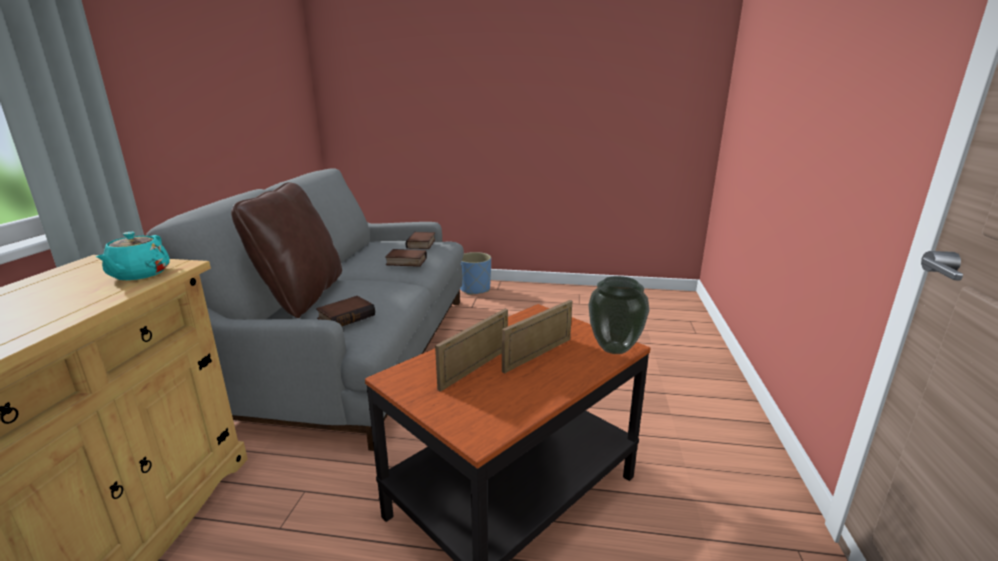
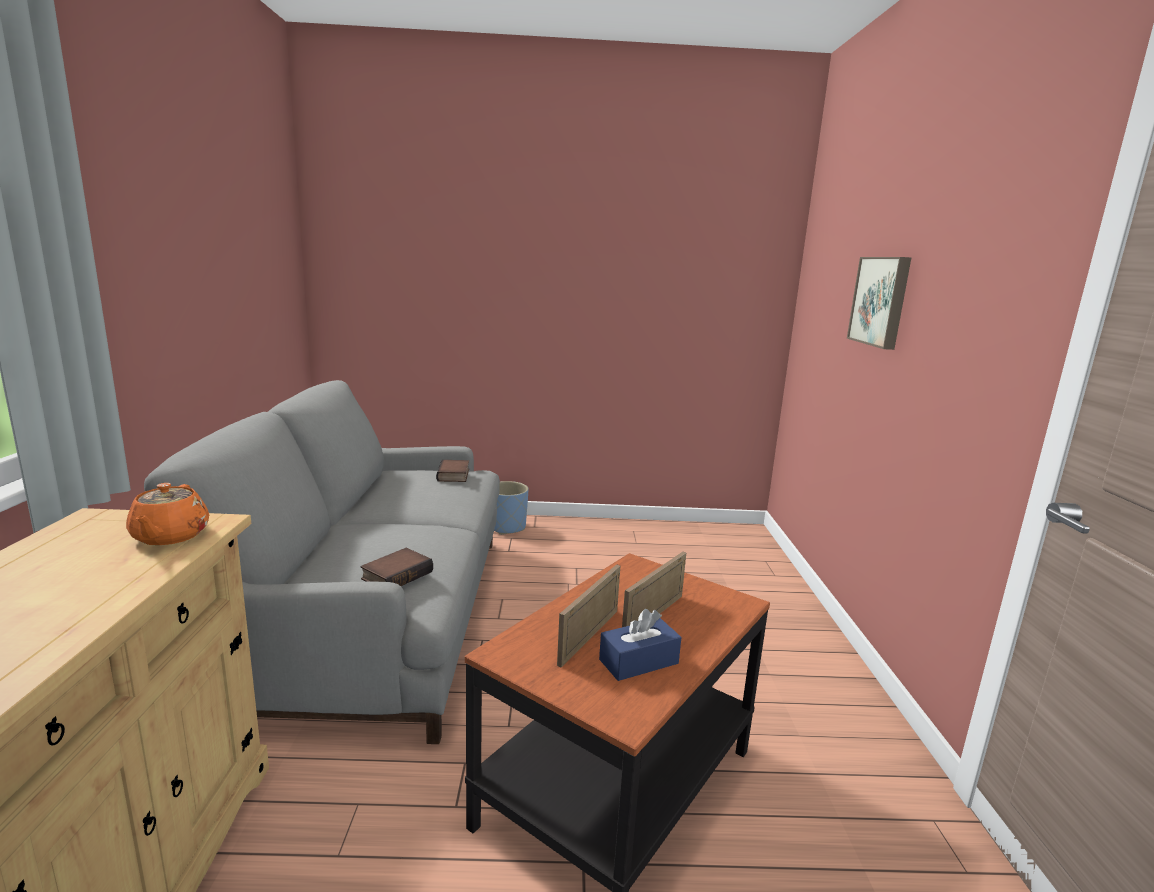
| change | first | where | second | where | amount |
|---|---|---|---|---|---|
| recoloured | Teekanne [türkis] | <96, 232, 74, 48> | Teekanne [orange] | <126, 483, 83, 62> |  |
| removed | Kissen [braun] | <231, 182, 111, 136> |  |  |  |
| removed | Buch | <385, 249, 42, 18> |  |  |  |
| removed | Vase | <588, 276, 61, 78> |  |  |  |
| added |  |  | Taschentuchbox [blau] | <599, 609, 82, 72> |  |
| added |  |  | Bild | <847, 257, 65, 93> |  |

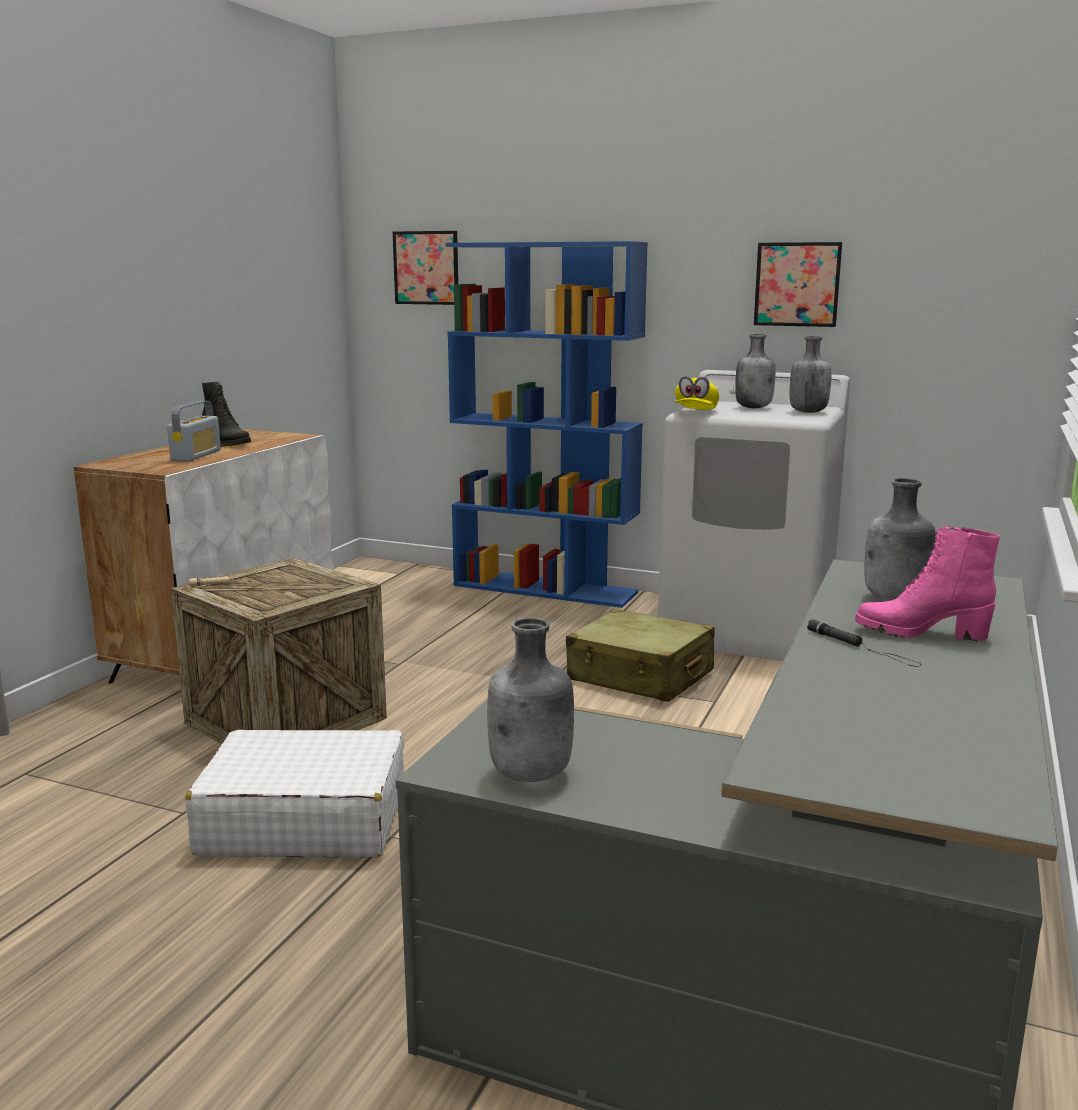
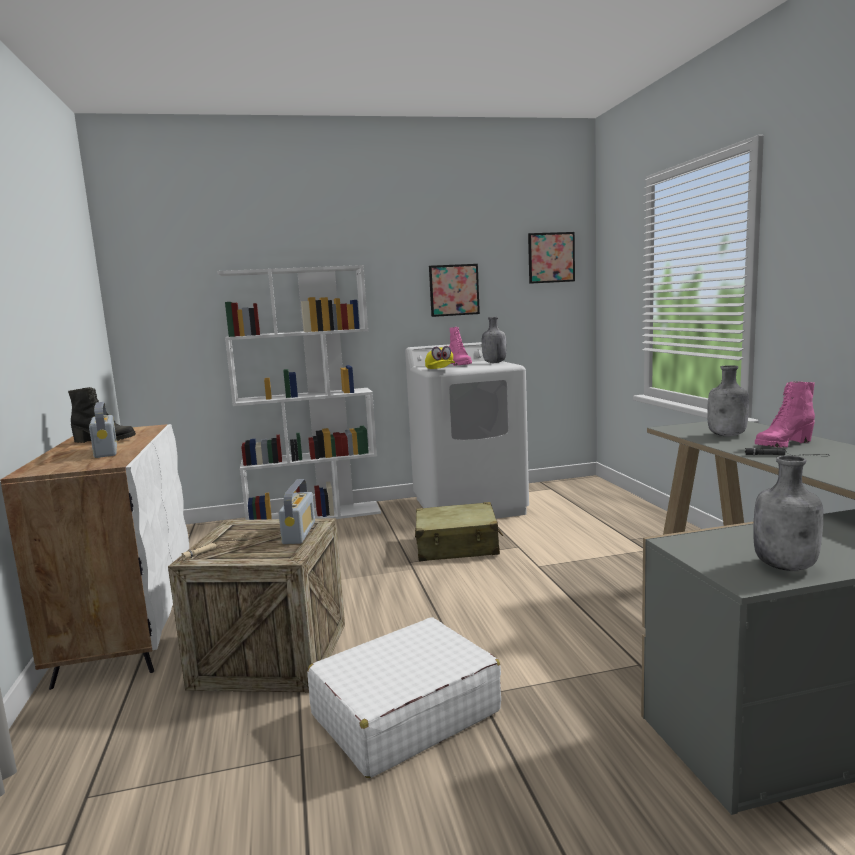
| change | first | where | second | where | amount |
|---|---|---|---|---|---|
| moved | Bild | <393, 231, 65, 74> |  | <528, 232, 47, 52> |  |
| recoloured | Bücherregal [blau] | <445, 241, 203, 367> | Bücherregal [weiß] | <217, 265, 164, 255> |  |
| replaced | Flasche [grau] | <735, 334, 40, 74> | Stiefel [rosa] | <449, 327, 23, 39> |  |
| added |  |  | Radio | <279, 479, 36, 65> |  |

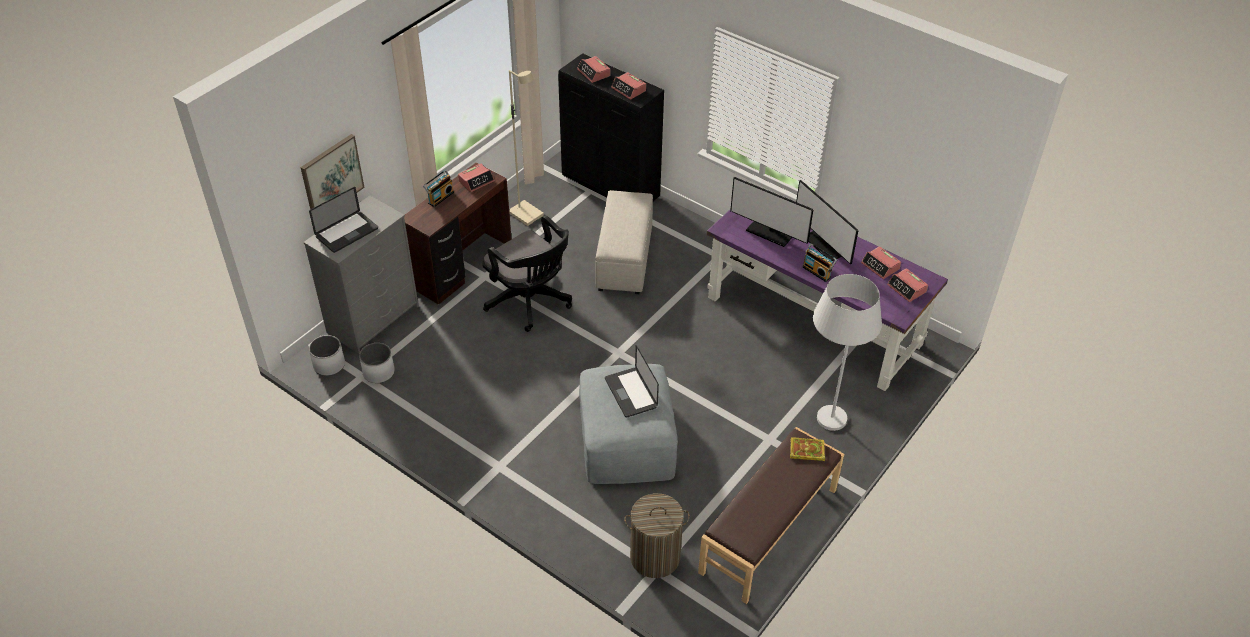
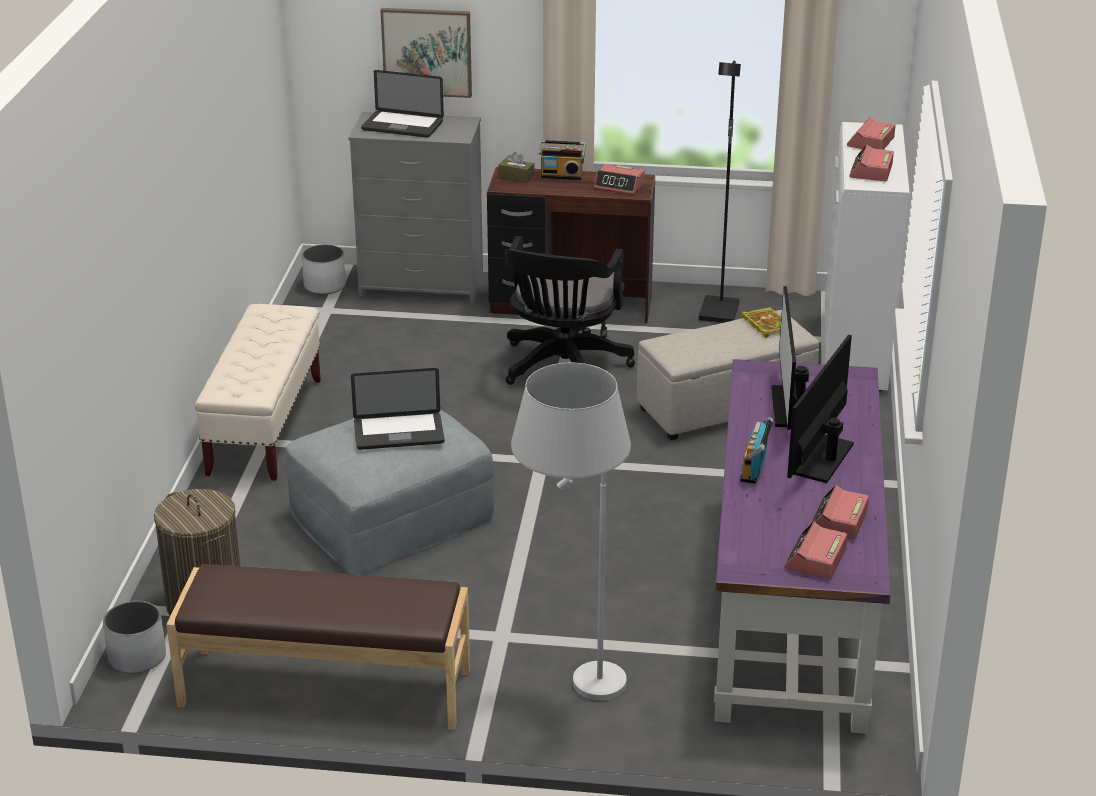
| change | first | where | second | where | amount |
|---|---|---|---|---|---|
| moved | Pflanzkübel [weiß] | <359, 343, 36, 40> |  | <103, 601, 63, 72> |  |
| recoloured | Stehlampe [beige] | <509, 70, 35, 156> | Stehlampe [schwarz] | <699, 60, 42, 263> |  |
| recoloured | Schrank [schwarz] | <558, 53, 106, 148> | Schrank [weiß] | <825, 122, 85, 269> |  |
| turned | Laptop | <605, 345, 54, 73> |  | <351, 368, 94, 82> | 135 degrees counterclockwise |
| moved | Buch | <790, 437, 35, 25> |  | <741, 307, 40, 31> |  |
| added |  |  | Bank [beige] | <194, 304, 127, 177> |  |
| added |  |  | Taschentuchbox [braun] | <498, 152, 36, 30> |  |

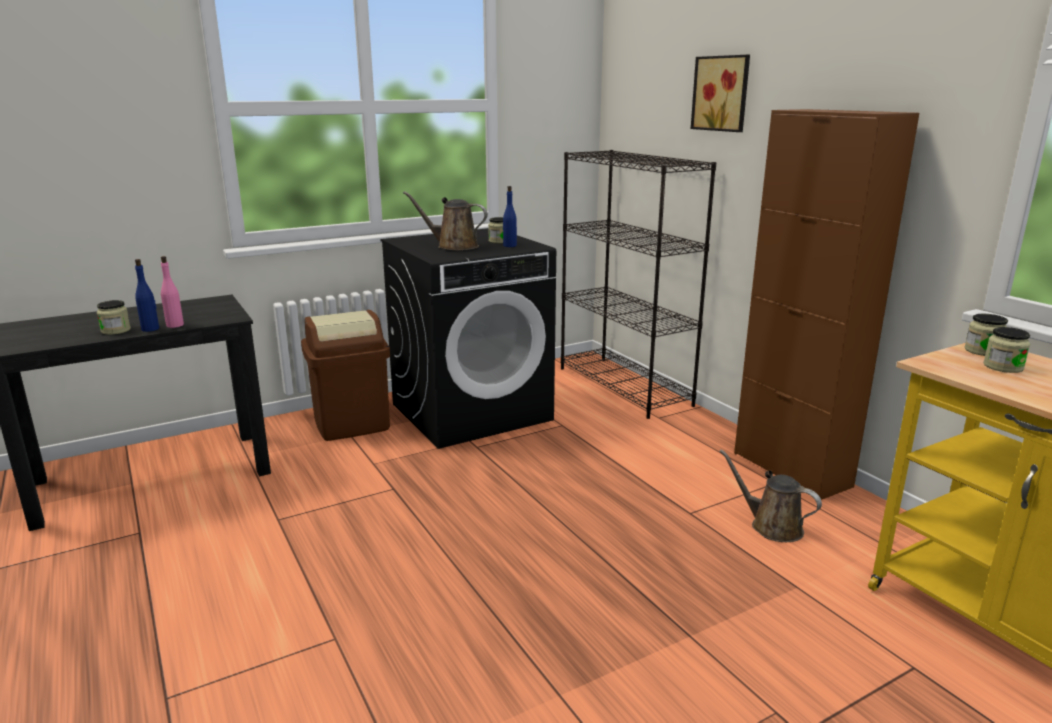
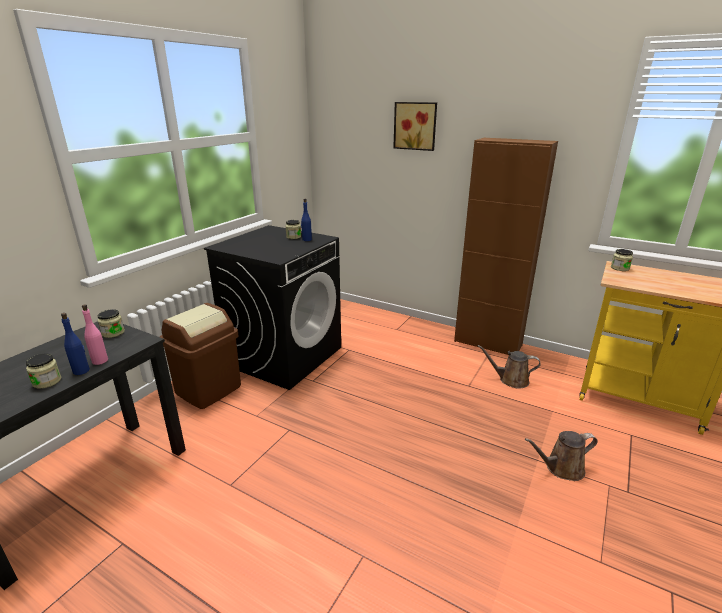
| change | first | where | second | where | amount |
|---|---|---|---|---|---|
| moved | Gießkanne [braun] | <403, 191, 85, 59> |  | <525, 431, 72, 50> |  |
| removed | Bücherregal [schwarz] | <561, 150, 155, 269> |  |  |  |
| moved | Vorratsglas | <983, 327, 47, 46> |  | <98, 309, 27, 29> |  |

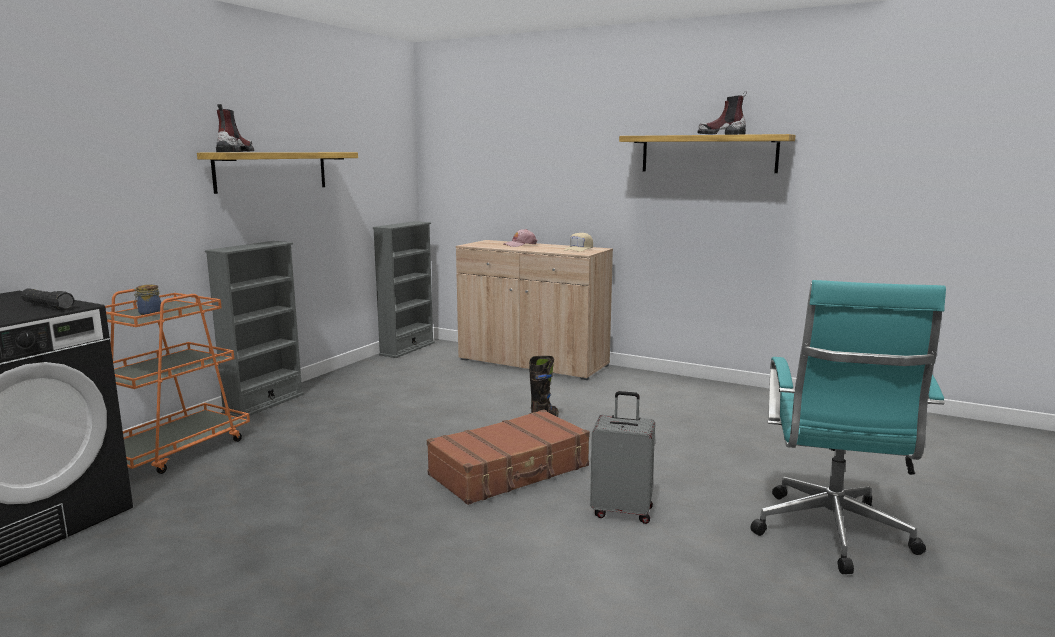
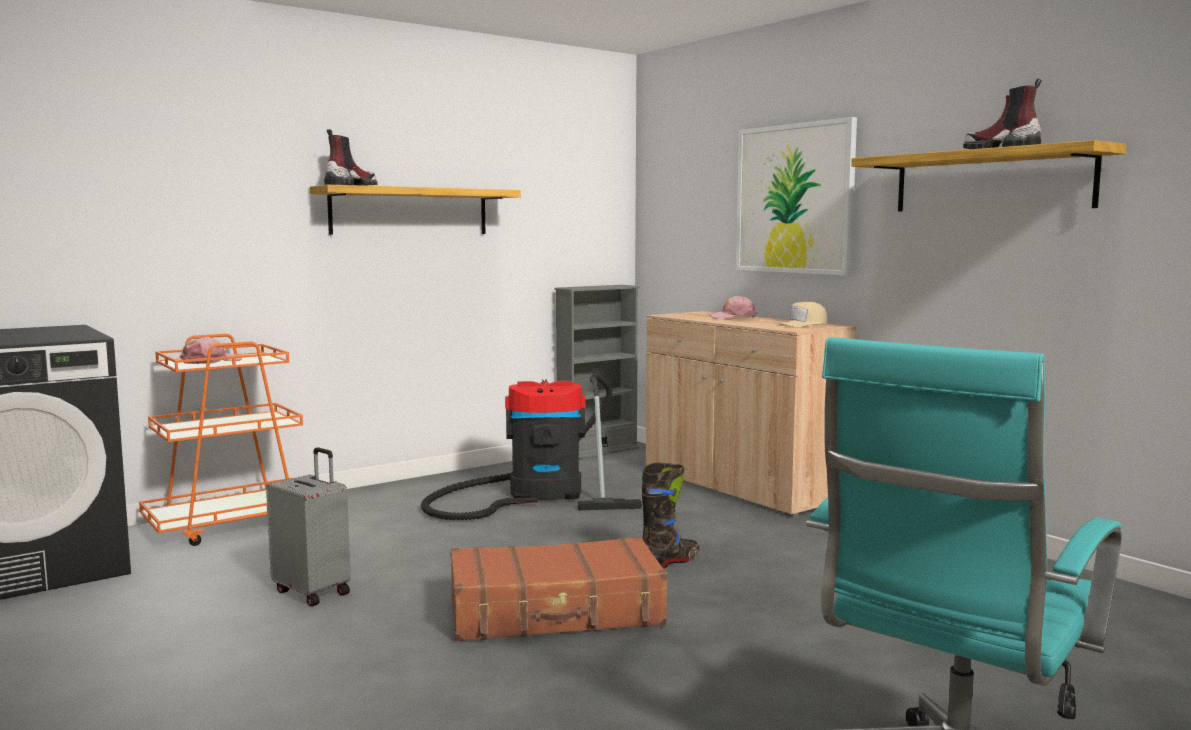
| change | first | where | second | where | amount |
|---|---|---|---|---|---|
| removed | Taschenlampe [schwarz] | <21, 288, 54, 22> |  |  |  |
| replaced | Vorratsglas | <134, 284, 27, 31> | Kappe [rosa] | <179, 337, 63, 27> |  |
| removed | Bücherregal [grau] | <205, 241, 99, 177> |  |  |  |
| moved | Koffer [grau] | <590, 391, 65, 133> |  | <266, 447, 85, 159> |  |
| added |  |  | Staubsauger | <421, 374, 221, 146> |  |
| added |  |  | Bild | <736, 117, 121, 158> |  |

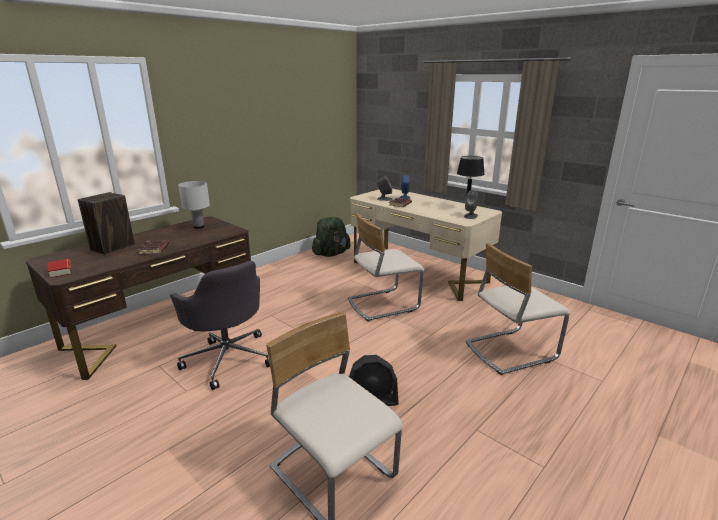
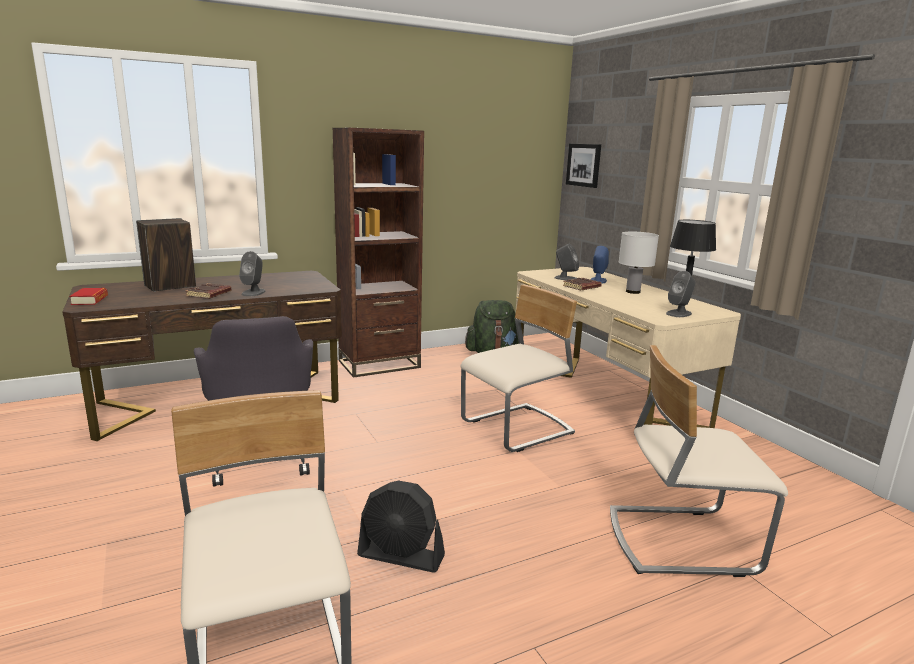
| change | first | where | second | where | amount |
|---|---|---|---|---|---|
| moved | Tischlampe [weiß] | <178, 181, 32, 48> |  | <618, 232, 41, 62> |  |
| turned | Stuhl [beige] | <348, 214, 76, 108> |  | <460, 284, 117, 168> | 150 degrees clockwise |
| added |  |  | Lautsprecher [grau] | <239, 251, 27, 45> |  |
| added |  |  | Bücherregal [braun] | <332, 127, 92, 251> |  |
| added |  |  | Bild | <566, 143, 35, 45> |  |

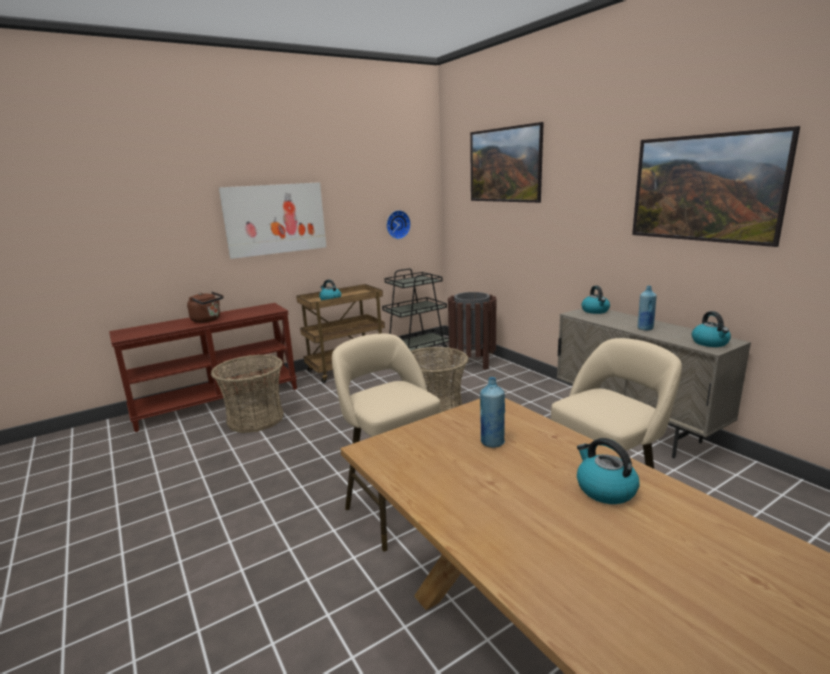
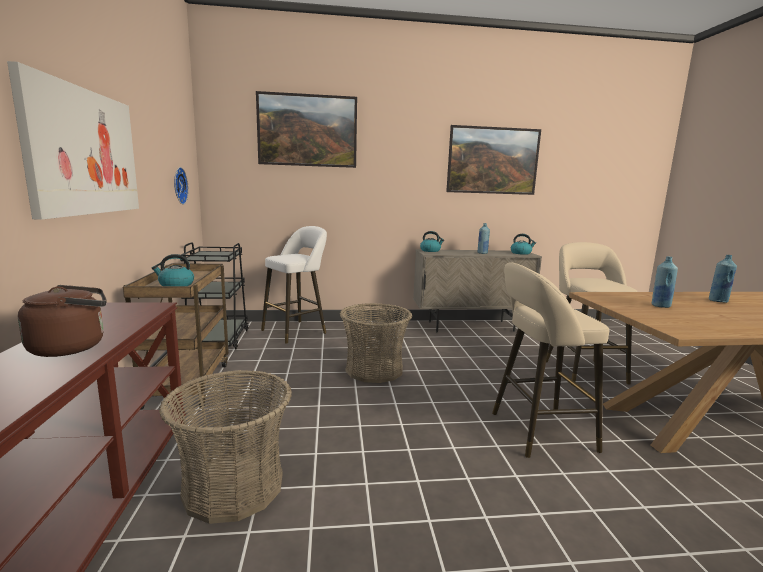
| change | first | where | second | where | amount |
|---|---|---|---|---|---|
| replaced | Mülleimer [braun] | <448, 292, 48, 78> | Hocker [weiß] | <261, 226, 66, 117> |  |
| replaced | Wasserkessel | <577, 438, 63, 66> | Flasche [blau] | <709, 255, 28, 48> |  |

